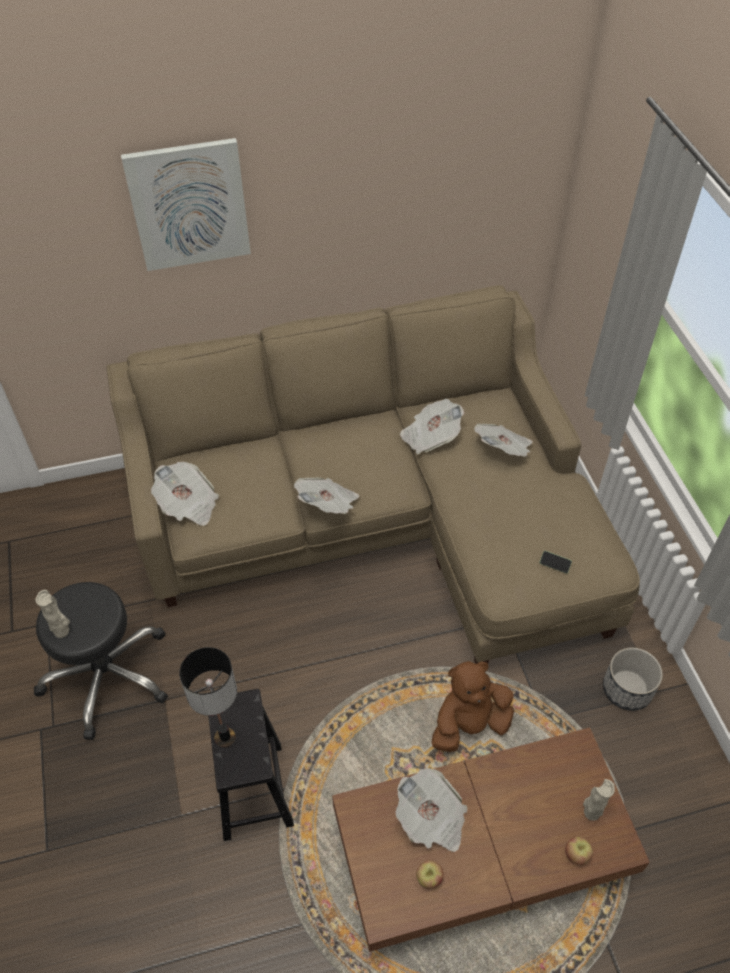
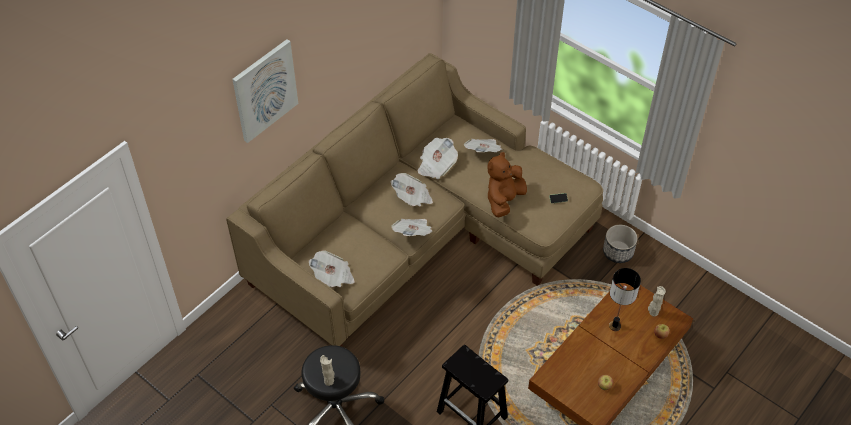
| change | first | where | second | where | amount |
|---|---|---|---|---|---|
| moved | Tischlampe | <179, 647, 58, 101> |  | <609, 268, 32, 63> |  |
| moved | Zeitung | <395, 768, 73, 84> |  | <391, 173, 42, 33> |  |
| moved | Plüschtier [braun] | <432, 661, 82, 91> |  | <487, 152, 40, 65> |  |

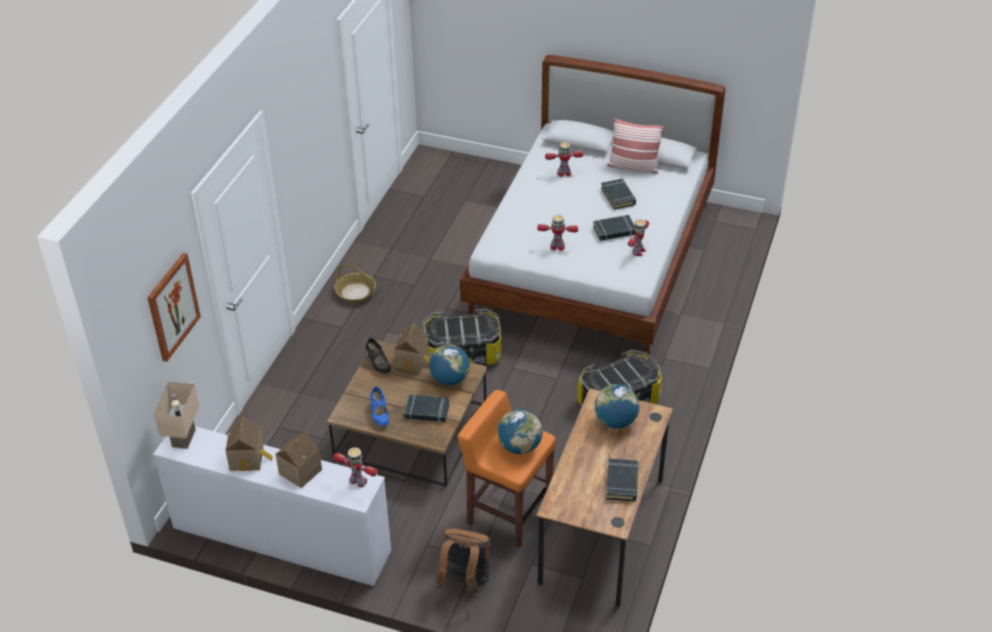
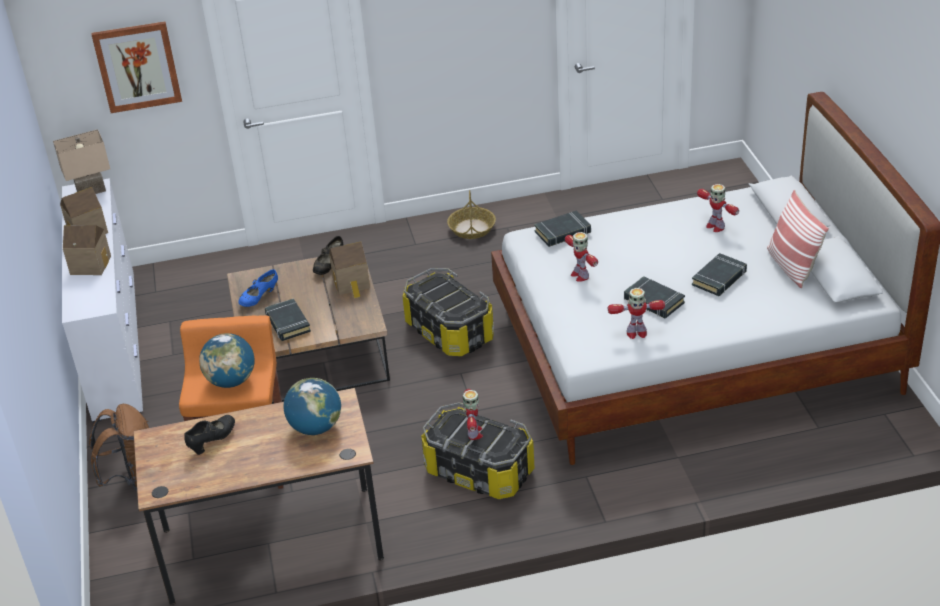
| change | first | where | second | where | amount |
|---|---|---|---|---|---|
| moved | Spielzeugroboter | <333, 447, 45, 40> |  | <462, 389, 21, 51> |  |
| removed | Globus | <429, 345, 41, 40> |  |  |  |
| moved | Buch [schwarz] | <606, 459, 33, 42> |  | <534, 211, 57, 36> |  |
| added |  |  | Schuh [schwarz] | <185, 415, 50, 40> |  |

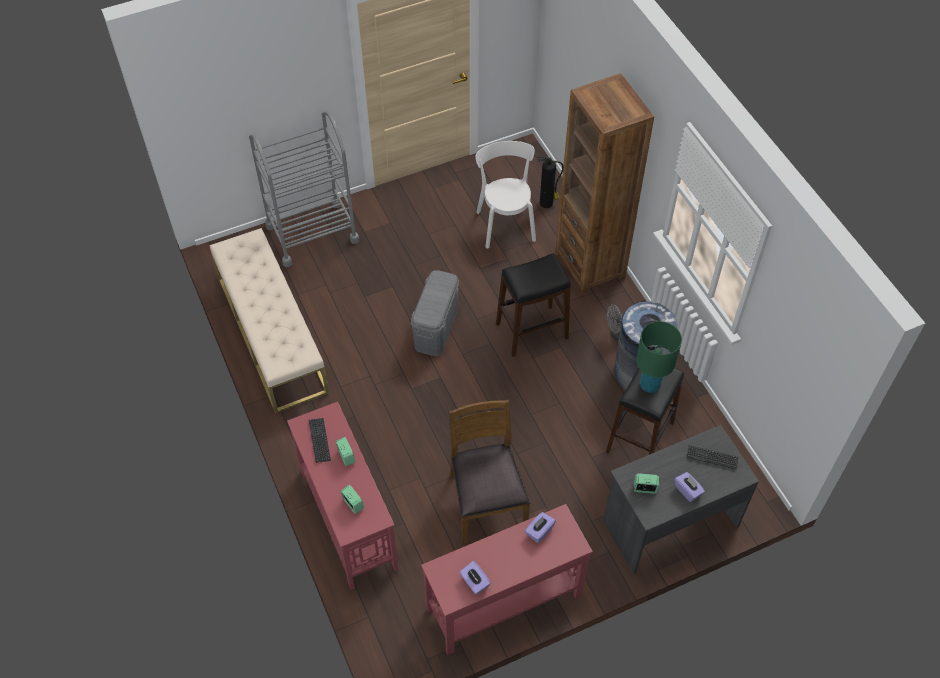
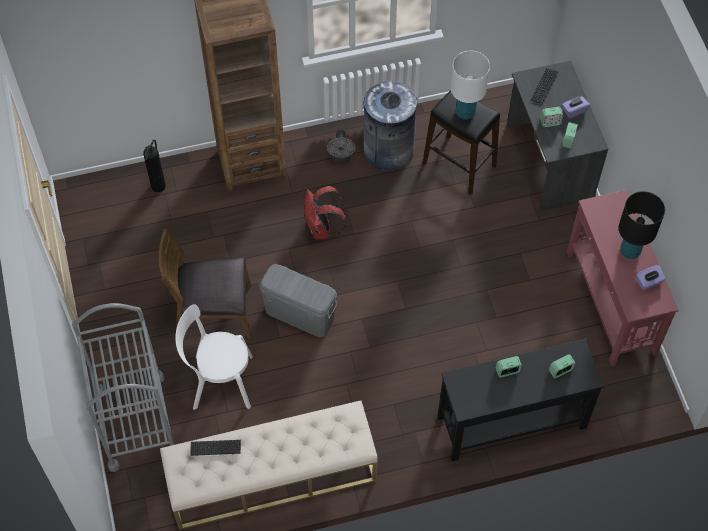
| change | first | where | second | where | amount |
|---|---|---|---|---|---|
| recoloured | Konsolentisch [rot] | <287, 402, 112, 188> | Konsolentisch [schwarz] | <438, 339, 166, 122> |  |
| moved | Tastatur | <309, 418, 22, 45> |  | <190, 440, 51, 16> |  |
| moved | Stuhl [braun] | <449, 400, 81, 144> |  | <159, 229, 93, 111> |  |
| moved | Stuhl [weiß] | <475, 141, 61, 108> |  | <175, 304, 77, 106> |  |
| replaced | Hocker [schwarz] | <496, 254, 75, 103> | Rucksack [rot] | <304, 186, 43, 54> |  |
| removed | Taschentuchbox [lila] | <525, 512, 31, 31> |  |  |  |
| recoloured | Tischlampe [grün] | <636, 321, 46, 72> | Tischlampe [weiß] | <450, 51, 40, 69> |  |
| added |  |  | Wecker | <540, 107, 23, 20> |  |
| added |  |  | Tischlampe [schwarz] | <619, 191, 46, 68> |  |

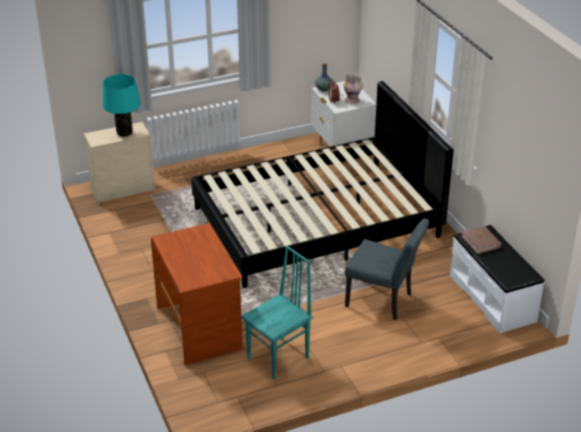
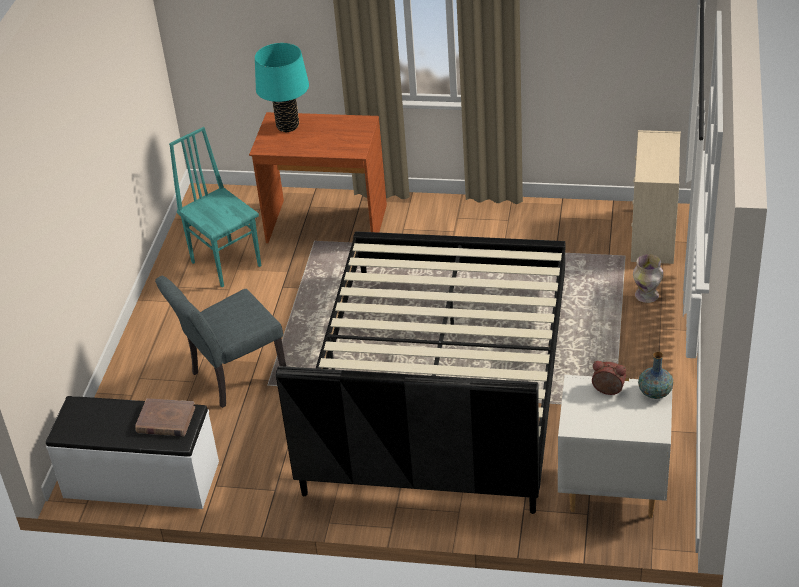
| change | first | where | second | where | amount |
|---|---|---|---|---|---|
| moved | Tischlampe [türkis] | <103, 74, 38, 63> |  | <255, 43, 54, 89> |  |
| turned | Stuhl [türkis] | <241, 246, 72, 133> |  | <169, 127, 93, 160> | 150 degrees clockwise |
| moved | Vase | <343, 73, 20, 31> |  | <633, 254, 30, 49> |  |

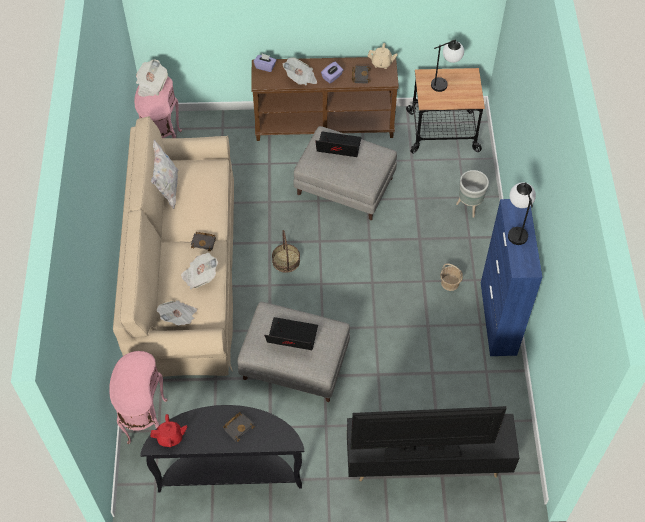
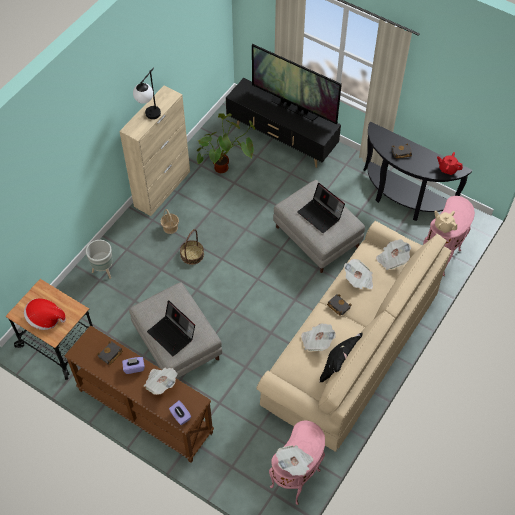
| change | first | where | second | where | amount |
|---|---|---|---|---|---|
| recoloured | Kissen [weiß] | <150, 140, 28, 69> | Kissen [schwarz] | <319, 332, 44, 51> |  |
| moved | Korb | <272, 230, 28, 43> |  | <180, 229, 24, 36> |  |
| moved | Teekanne [beige] | <368, 43, 29, 26> |  | <434, 210, 23, 23> |  |
| replaced | Tischlampe | <431, 39, 33, 53> | Hut | <24, 298, 42, 32> |  |
| recoloured | Schrank [blau] | <481, 199, 61, 157> | Schrank [beige] | <119, 85, 71, 131> |  |
| added |  |  | Topfpflanze | <197, 113, 59, 60> |  |
| added |  |  | Zeitung | <301, 323, 35, 28> |  |

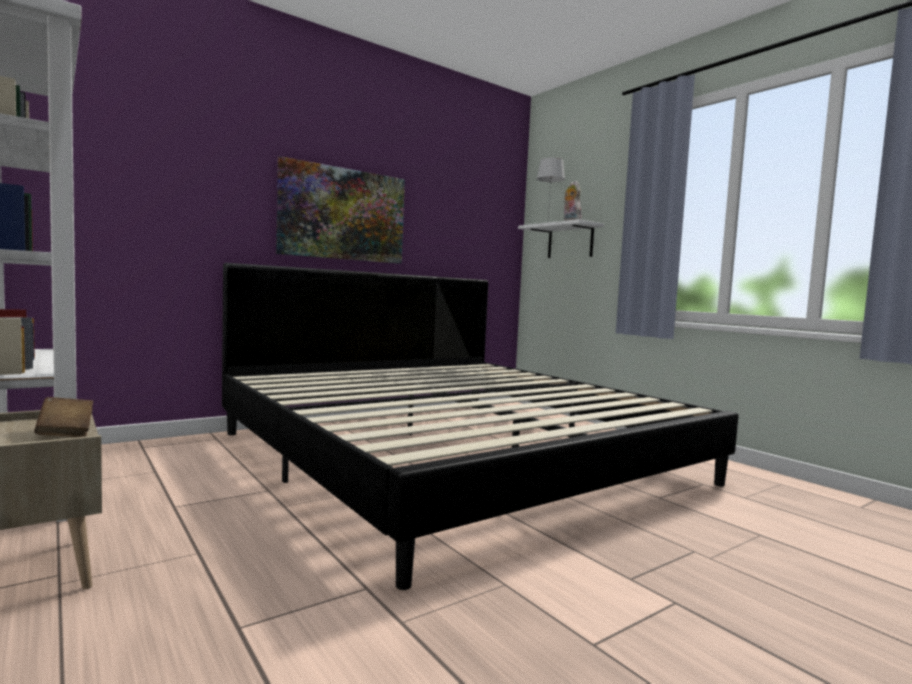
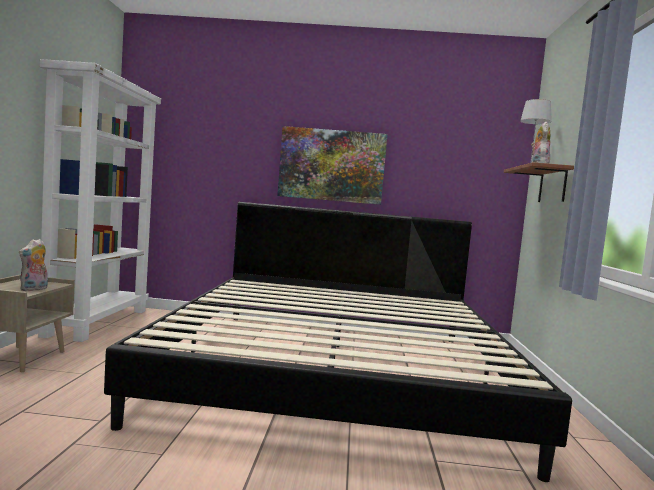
| change | first | where | second | where | amount |
|---|---|---|---|---|---|
| replaced | Buch [braun] | <34, 397, 59, 40> | Plüschtier | <19, 239, 29, 52> |  |
| recoloured | Wandregal [weiß] | <518, 219, 86, 39> | Wandregal [braun] | <504, 162, 70, 40> |  |

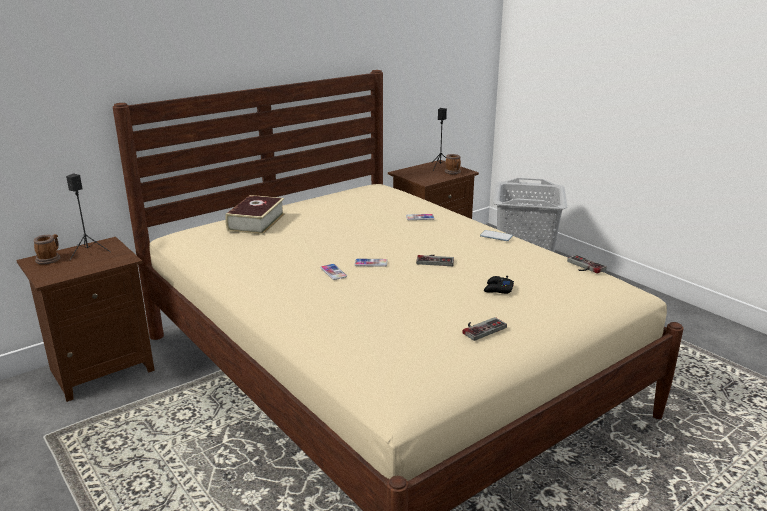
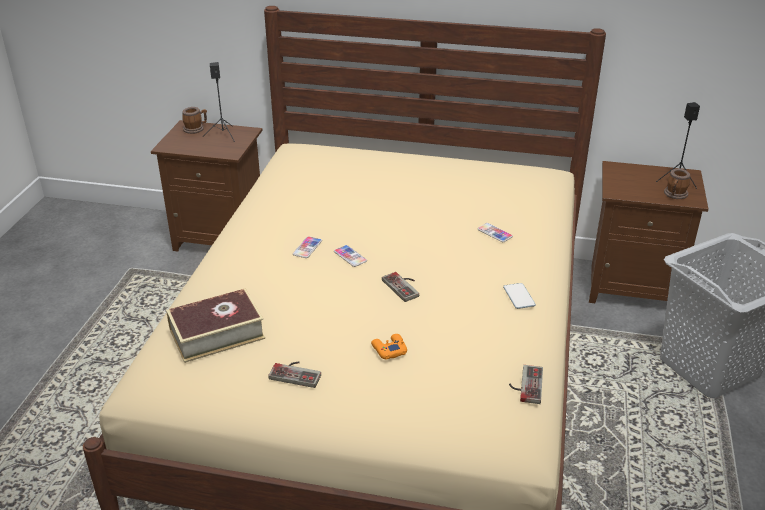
| change | first | where | second | where | amount |
|---|---|---|---|---|---|
| moved | Buch | <225, 195, 60, 40> |  | <166, 289, 99, 74> |  |
| recoloured | Gamepad [schwarz] | <484, 276, 30, 18> | Gamepad [orange] | <371, 334, 36, 26> |  |

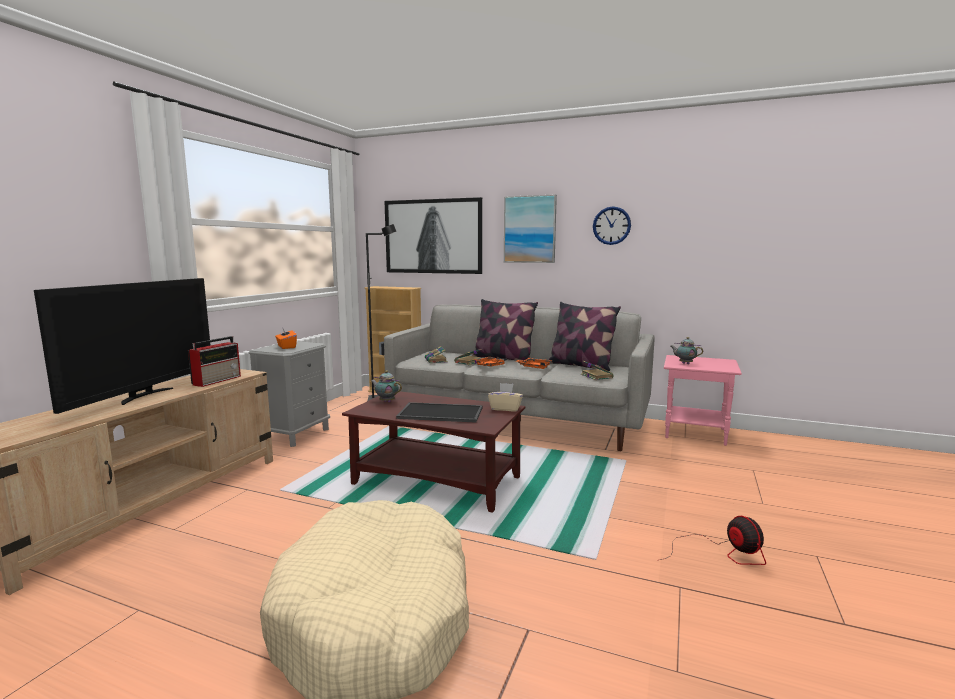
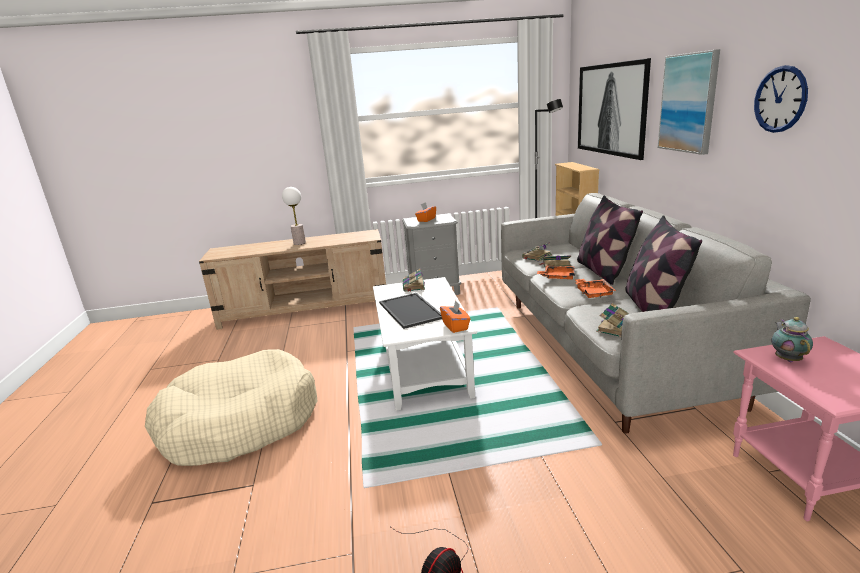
| change | first | where | second | where | amount |
|---|---|---|---|---|---|
| replaced | Fernseher | <34, 278, 176, 136> | Tischlampe | <282, 187, 24, 58> |  |
| removed | Radio | <188, 336, 53, 51> |  |  |  |
| recoloured | Couchtisch [braun] | <342, 391, 183, 122> | Couchtisch [weiß] | <373, 277, 104, 134> |  |
| replaced | Teekanne | <371, 370, 31, 32> | Buch | <403, 268, 22, 24> |  |
| recoloured | Taschentuchbox [beige] | <488, 383, 35, 28> | Taschentuchbox [orange] | <440, 300, 31, 33> |  |

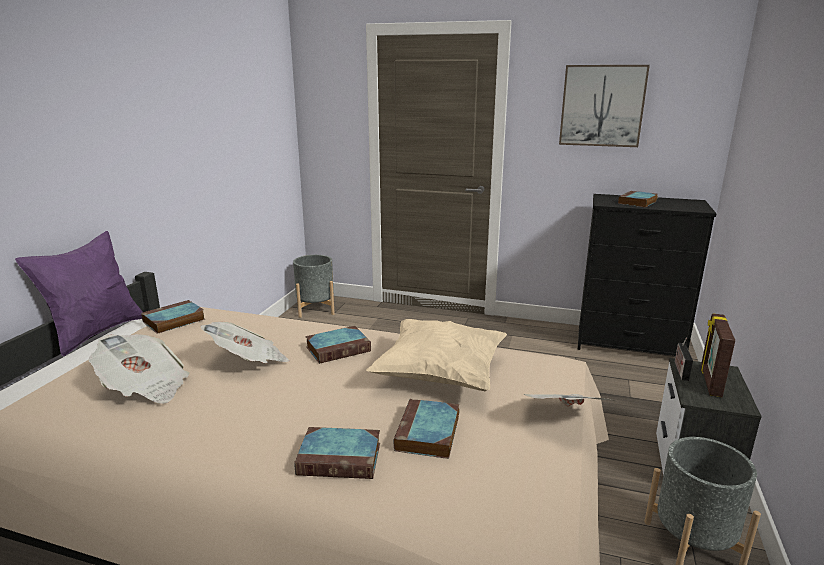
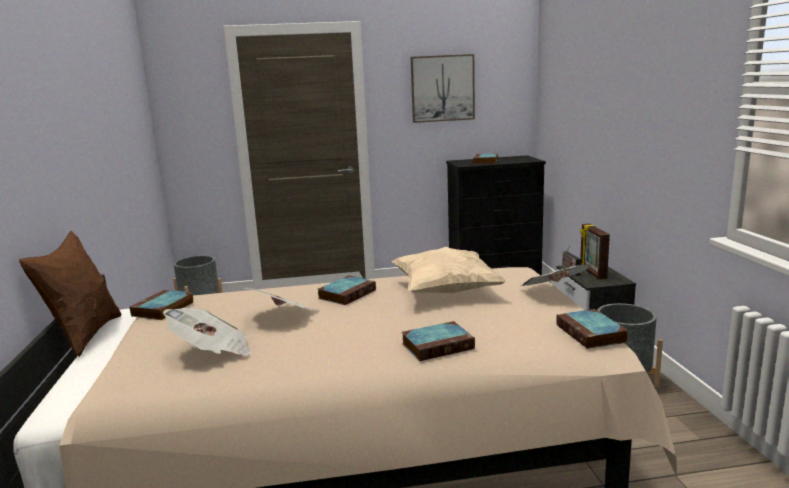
| change | first | where | second | where | amount |
|---|---|---|---|---|---|
| recoloured | Kissen [lila] | <15, 231, 128, 125> | Kissen [braun] | <19, 231, 103, 126> |  |
| moved | Buch | <394, 399, 65, 60> |  | <556, 309, 72, 40> |  |

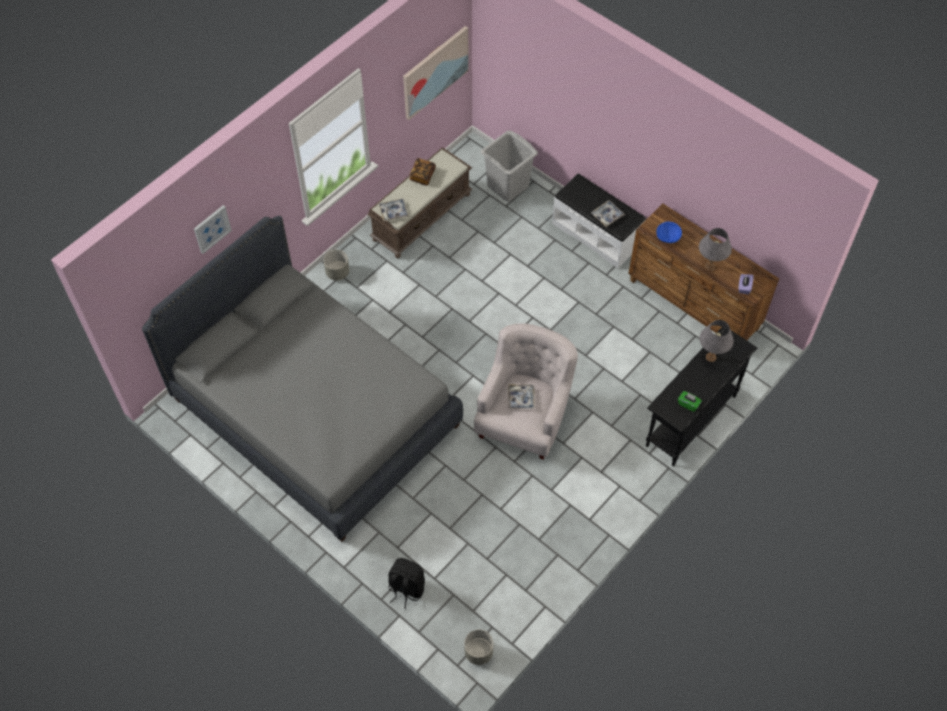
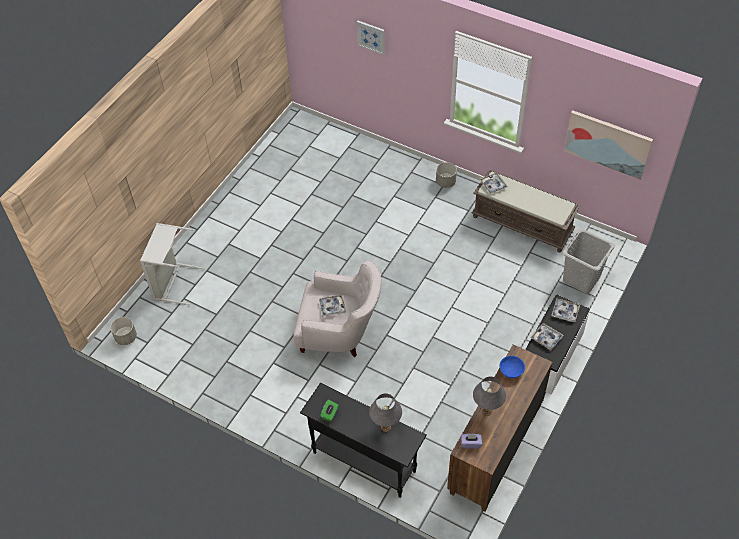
| change | first | where | second | where | amount |
|---|---|---|---|---|---|
| removed | Bett [grau] | <142, 216, 321, 326> |  |  |  |
| replaced | Rucksack [schwarz] | <388, 558, 37, 51> | Wäschekorb [grau] | <140, 223, 65, 82> |  |
| removed | Buch | <409, 158, 27, 28> |  |  |  |
| added |  |  | Tablett | <551, 298, 29, 24> |  |

